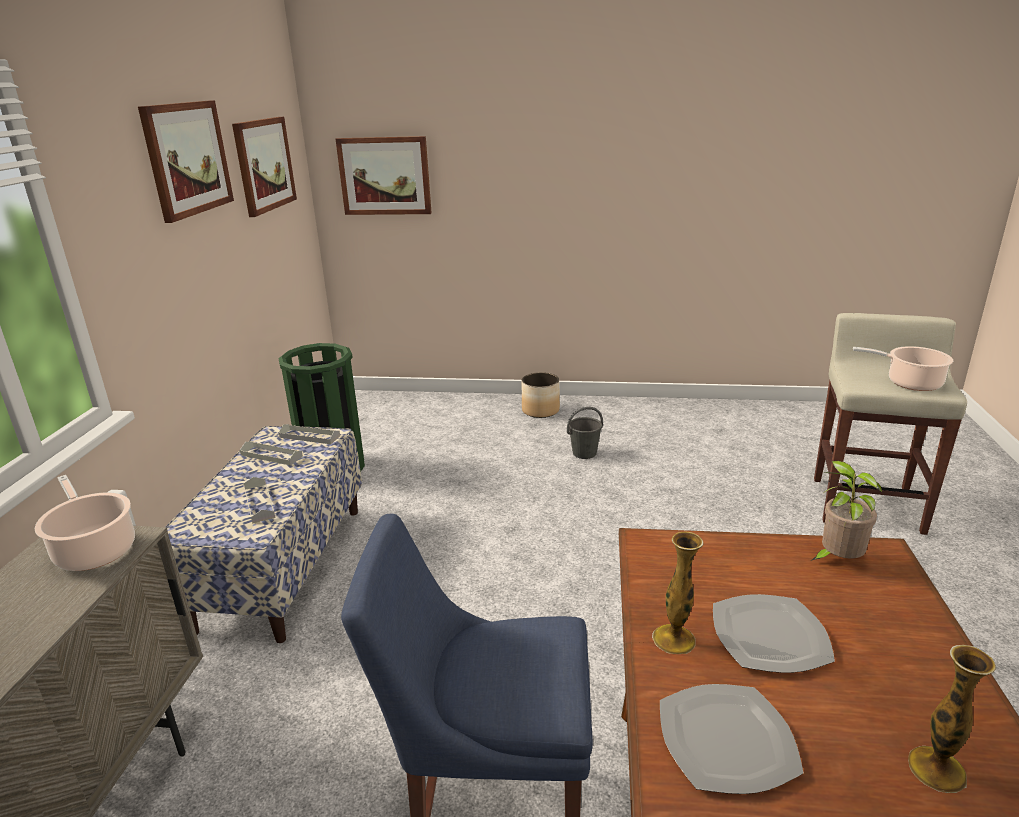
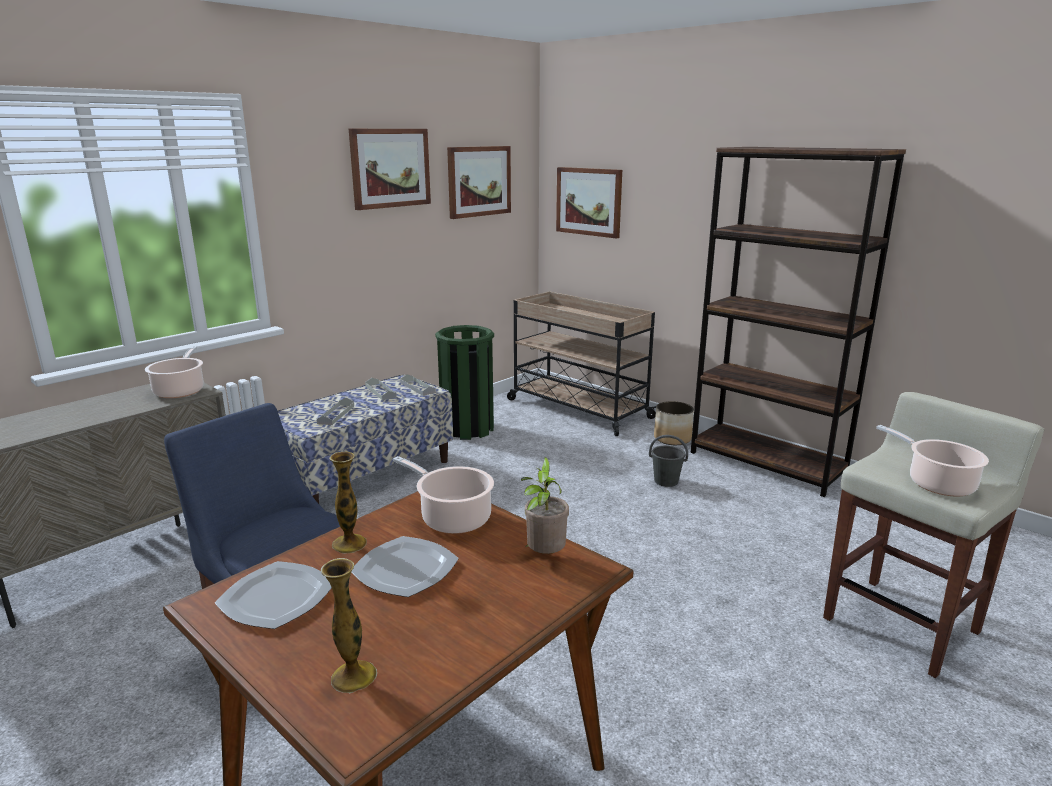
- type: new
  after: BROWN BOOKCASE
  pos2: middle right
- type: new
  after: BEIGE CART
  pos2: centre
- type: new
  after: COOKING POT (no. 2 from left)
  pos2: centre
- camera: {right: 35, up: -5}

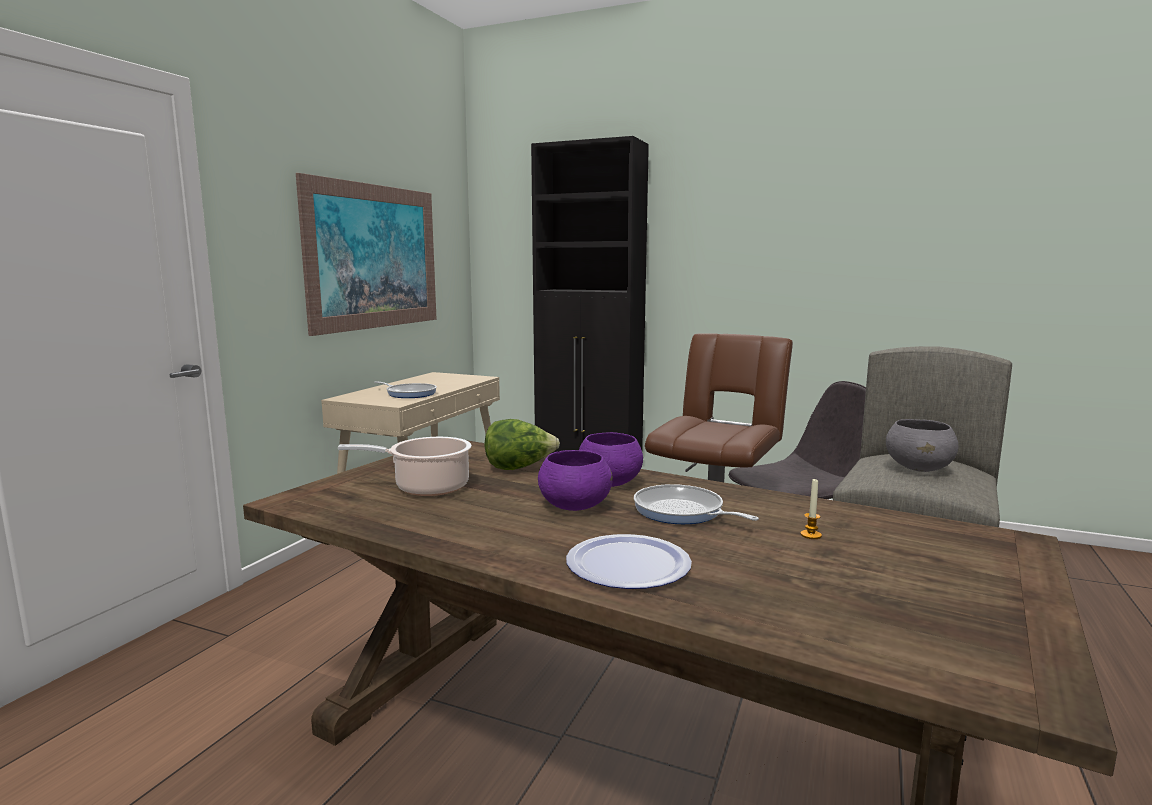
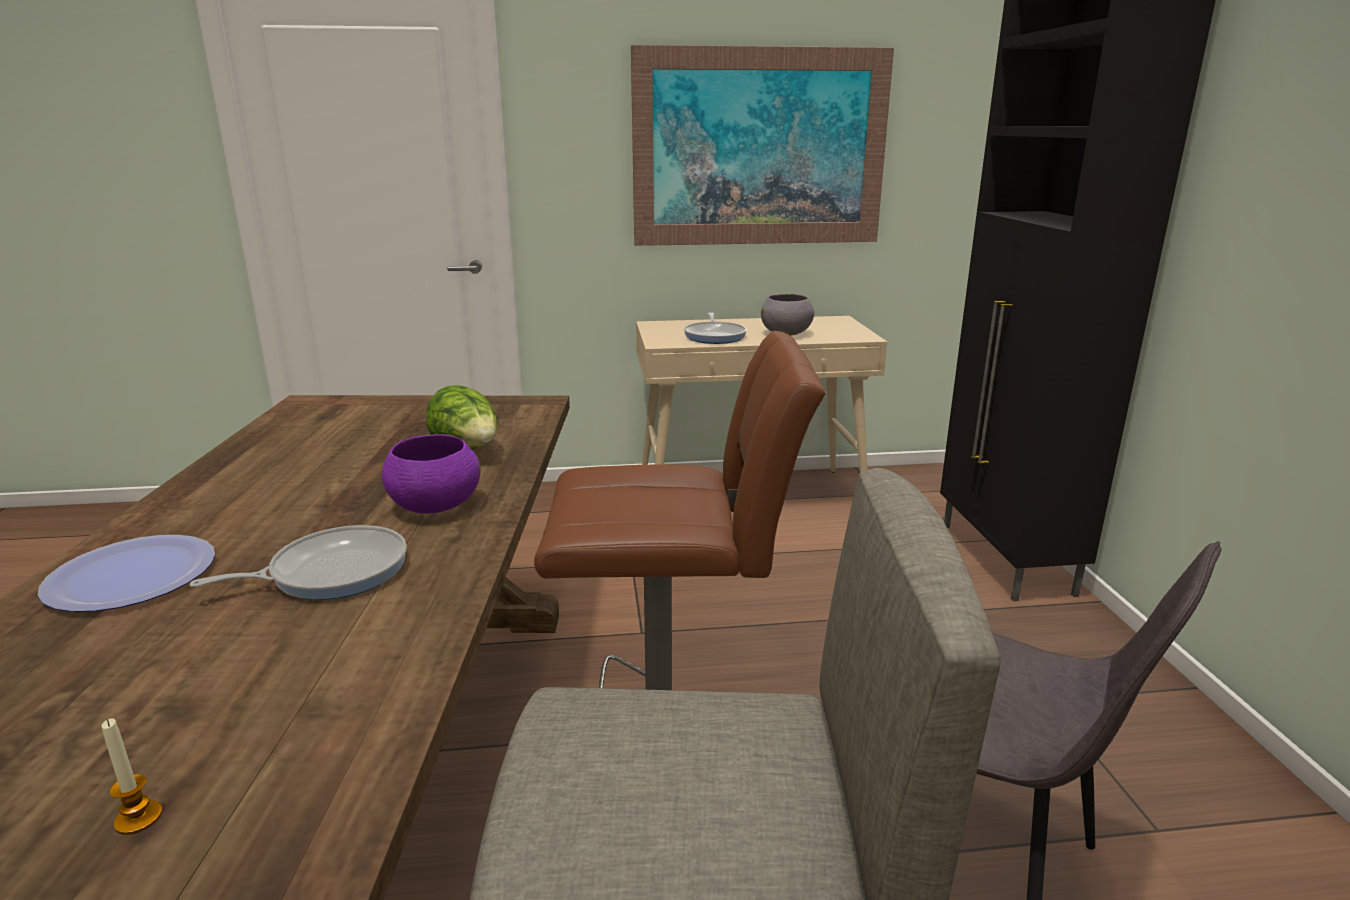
- type: shifted
  before: GREY BOWL
  pos1: middle right
  pos2: centre
- type: gone
  before: COOKING POT
  pos1: centre
- type: gone
  before: PURPLE BOWL (no. 1 from left)
  pos1: centre
- type: shifted
  before: CANDLE
  pos1: middle right
  pos2: bottom left
- type: rotated
  before: FRYING PAN (no. 2 from left in the first image)
  pos1: centre
  pos2: middle left
  turn: 45
- camera: {right: 60, up: 10}

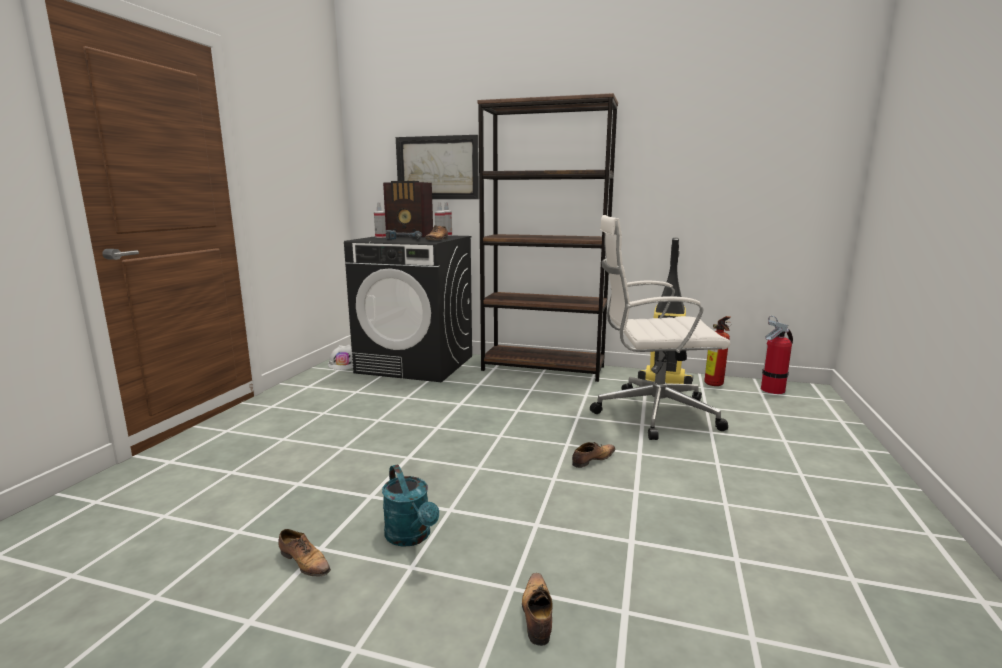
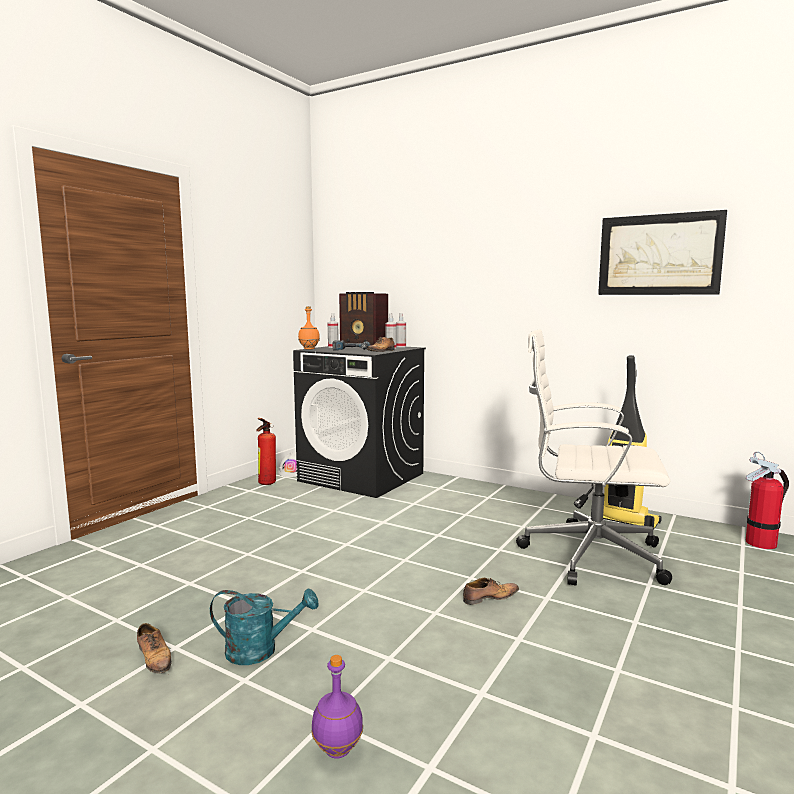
- type: gone
  before: BROWN BOOKCASE
  pos1: centre
- type: shifted
  before: PICTURE
  pos1: top centre
  pos2: top right
- type: shifted
  before: FIRE EXTINGUISHER (no. 1 from left)
  pos1: middle right
  pos2: centre
- type: rotated
  before: TURQUOISE WATERING CAN
  pos1: bottom centre
  pos2: bottom left
  turn: -75
- type: swapped
  before: SHOE (no. 3 from left)
  after: PURPLE BOTTLE
  pos1: bottom centre
  pos2: bottom centre
- type: new
  after: ORANGE BOTTLE
  pos2: centre
- camera: {right: 15, up: -5}

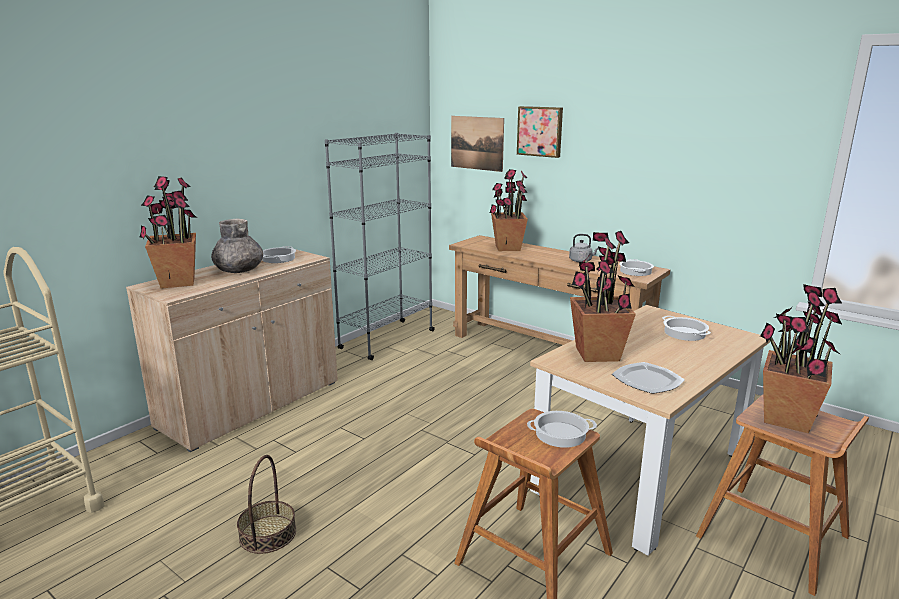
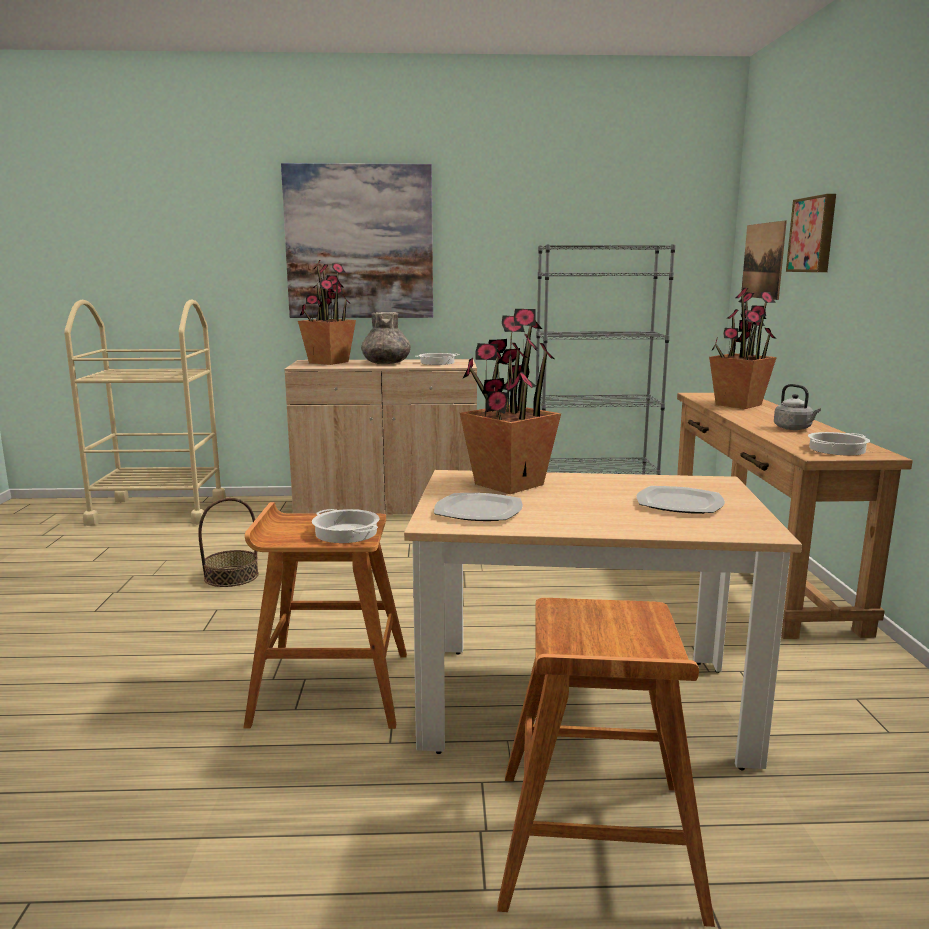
- type: gone
  before: POTTED PLANT (no. 4 from left)
  pos1: middle right
- type: swapped
  before: COOKING POT (no. 4 from left)
  after: PLATE (no. 2 from left)
  pos1: middle right
  pos2: middle right
- type: new
  after: PICTURE (no. 1 from left)
  pos2: top centre
- camera: {right: 50, up: -5}

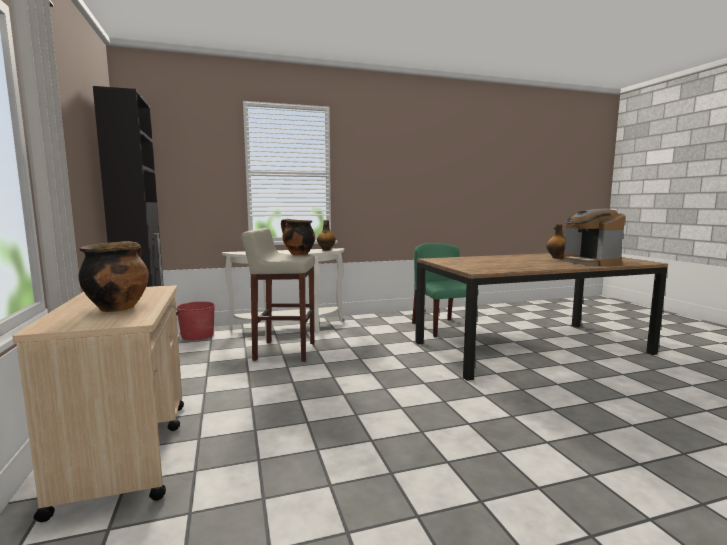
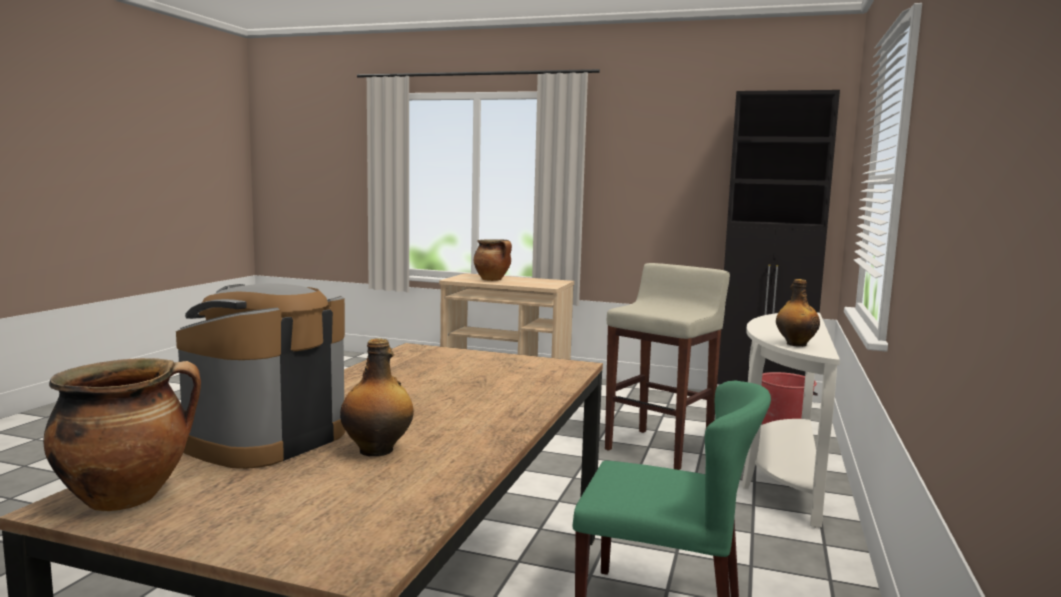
- type: rotated
  before: COFFEE MACHINE
  pos1: middle right
  pos2: middle left
  turn: -75
- type: shifted
  before: COOKING POT (no. 2 from left in the first image)
  after: COOKING POT (no. 1 from left)
  pos1: centre
  pos2: bottom left
- camera: {right: 125, up: 0}

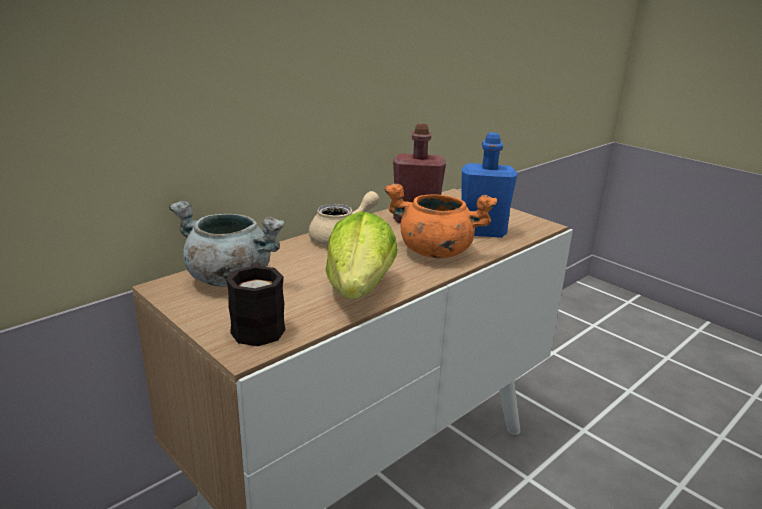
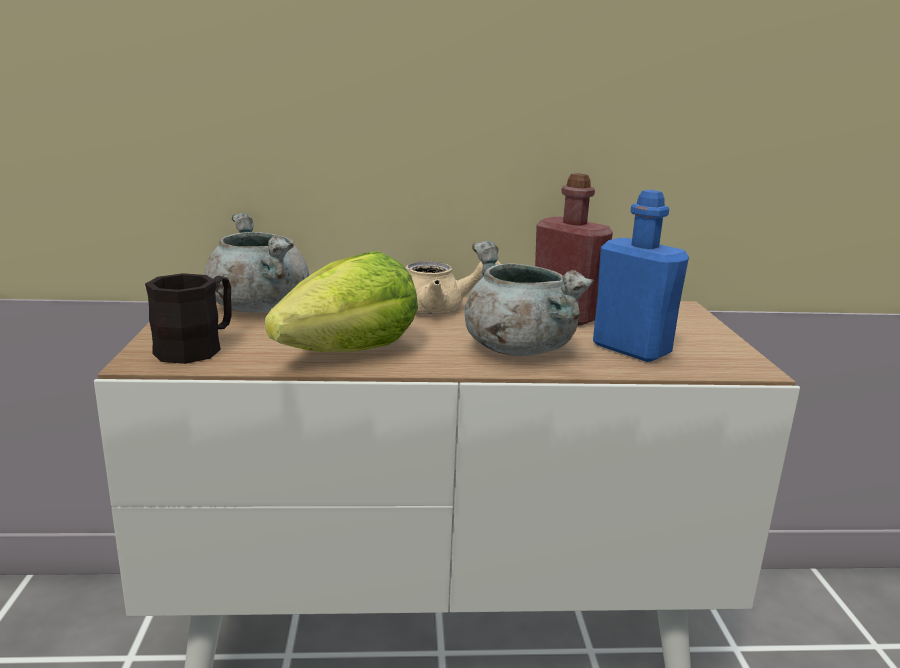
- type: repainted
  before: ORANGE COOKING POT
  after: GREY COOKING POT (no. 2 from left)
  pos1: centre
  pos2: centre
- camera: {right: 40, up: -5}

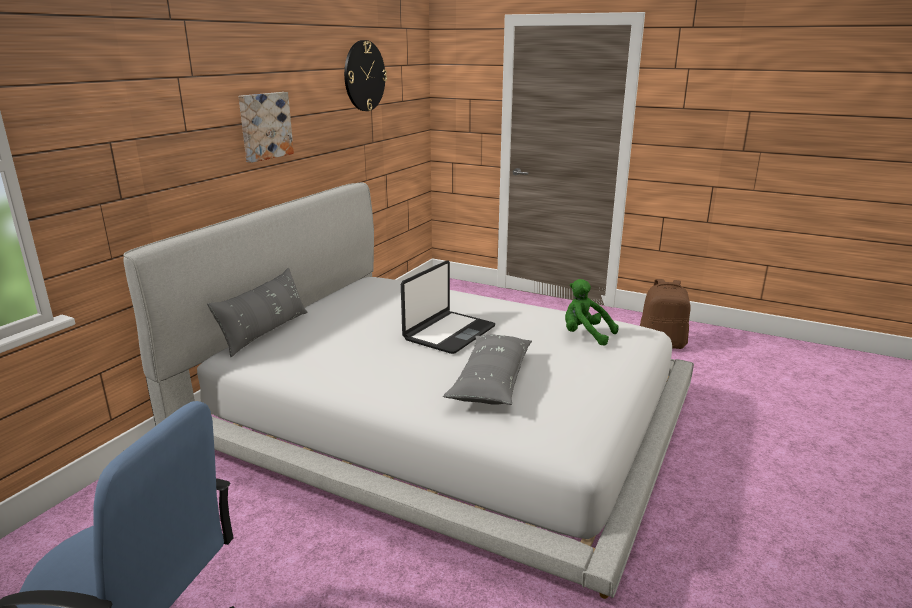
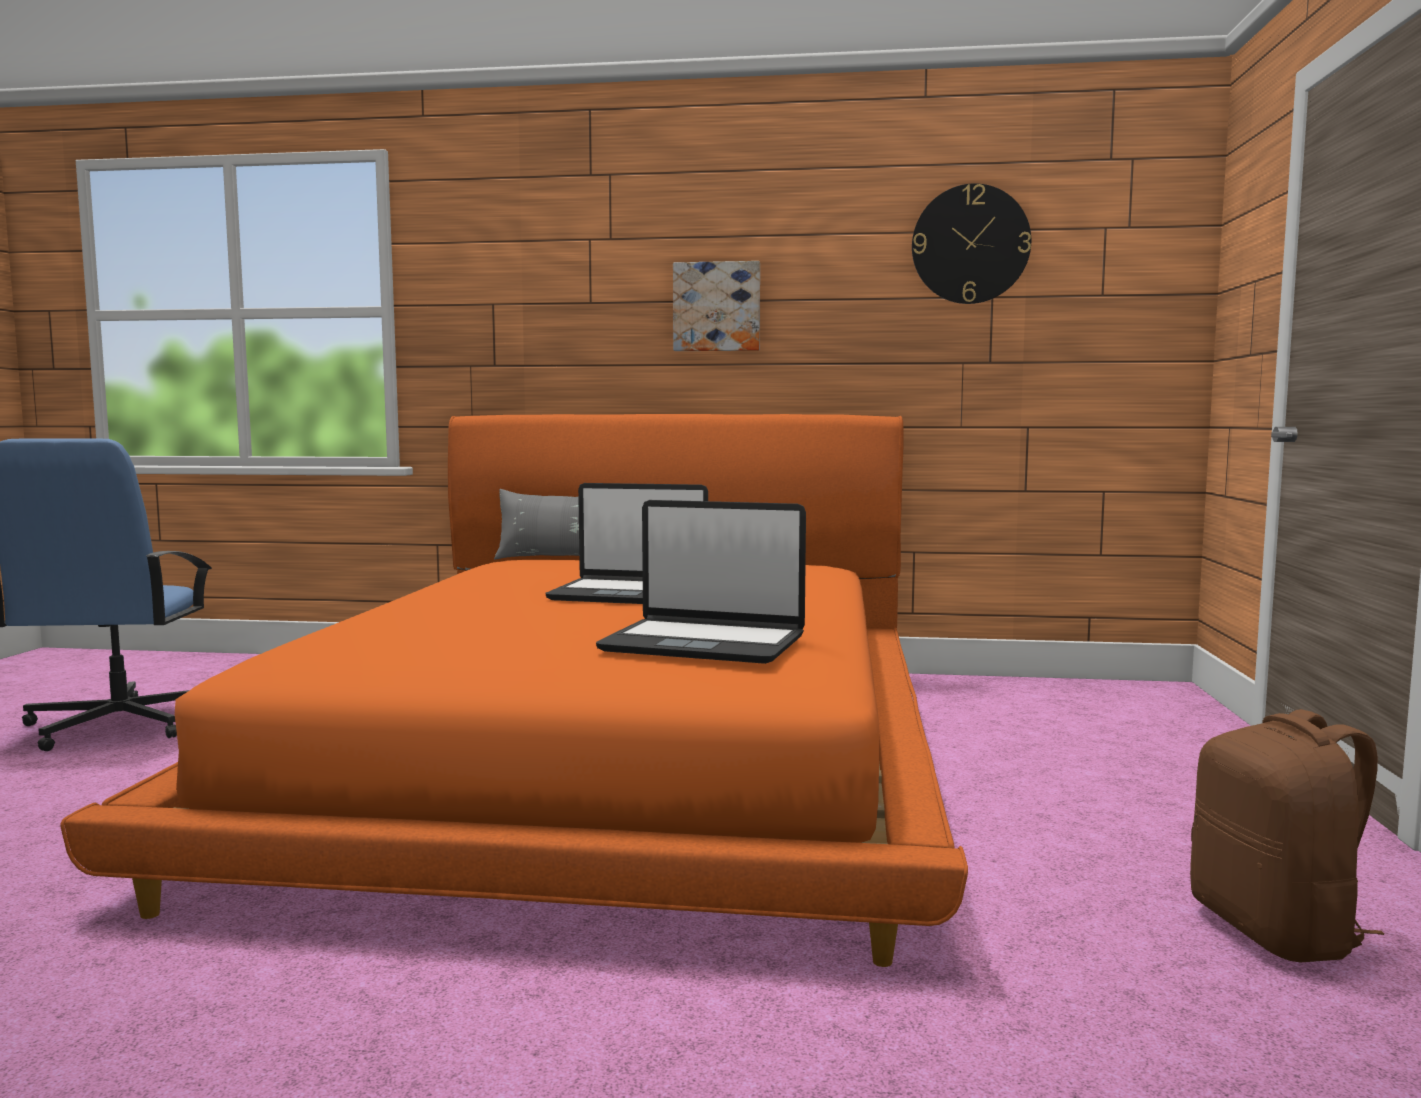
- type: repainted
  before: WHITE BED
  after: ORANGE BED
  pos1: centre
  pos2: centre
- type: swapped
  before: GREEN PLUSH TOY
  after: LAPTOP (no. 2 from left)
  pos1: centre
  pos2: centre
- type: gone
  before: GREY PILLOW (no. 2 from left)
  pos1: centre
- camera: {right: 70, up: -15}

